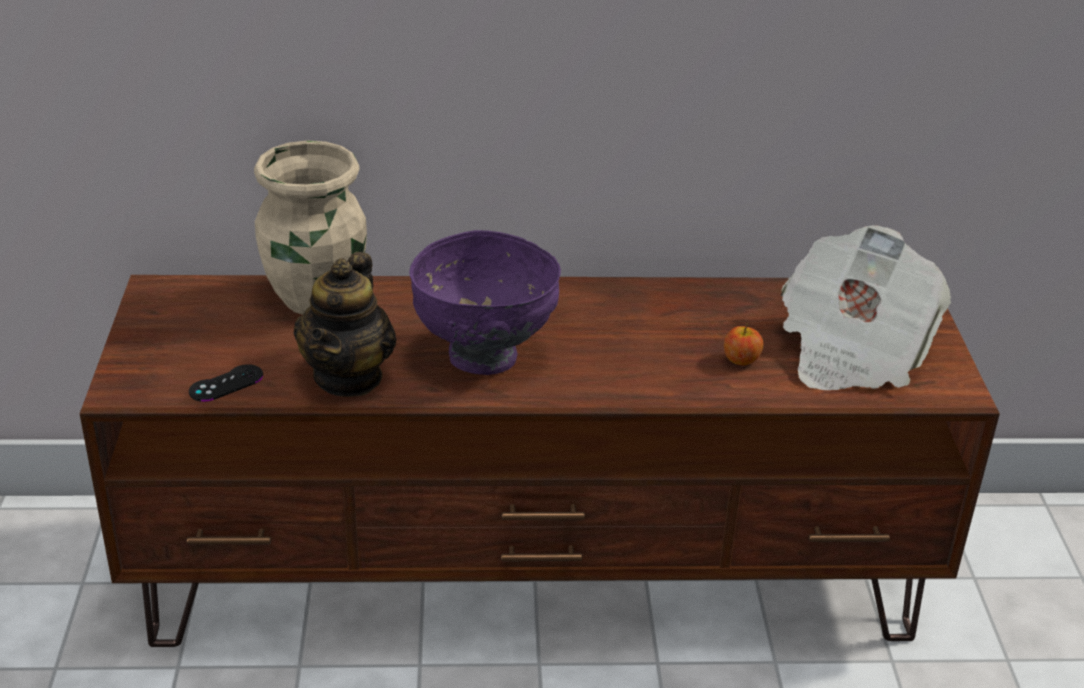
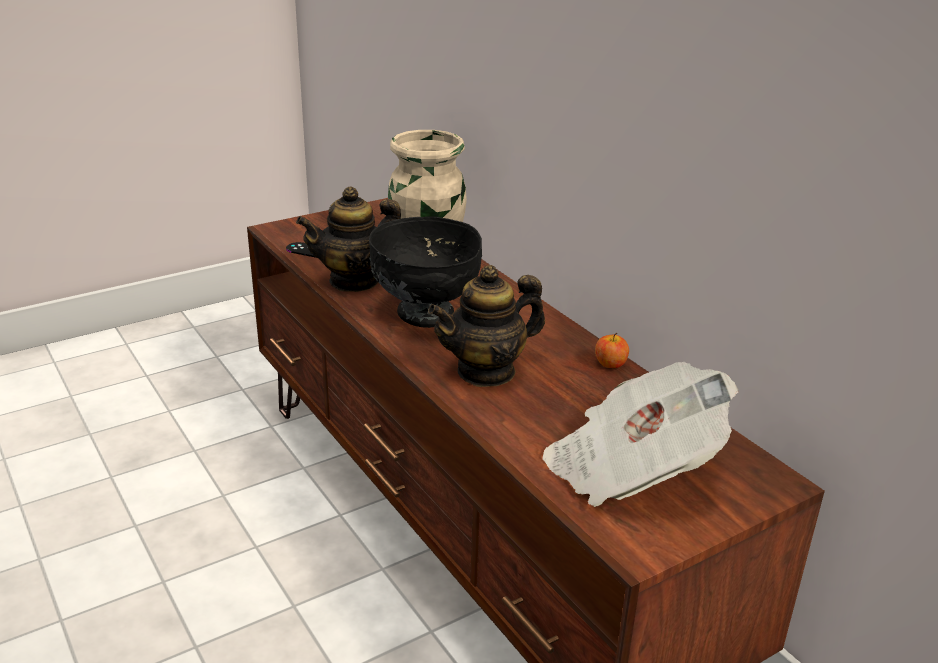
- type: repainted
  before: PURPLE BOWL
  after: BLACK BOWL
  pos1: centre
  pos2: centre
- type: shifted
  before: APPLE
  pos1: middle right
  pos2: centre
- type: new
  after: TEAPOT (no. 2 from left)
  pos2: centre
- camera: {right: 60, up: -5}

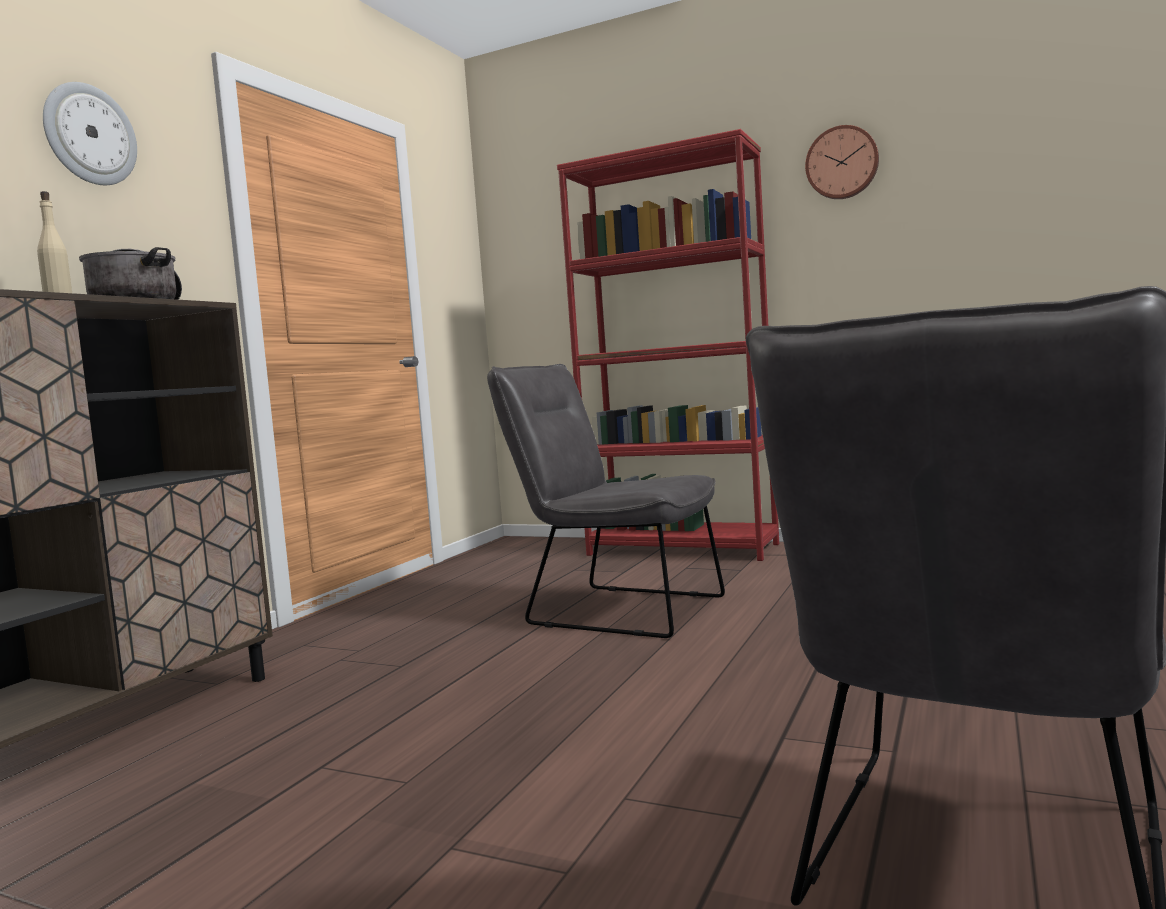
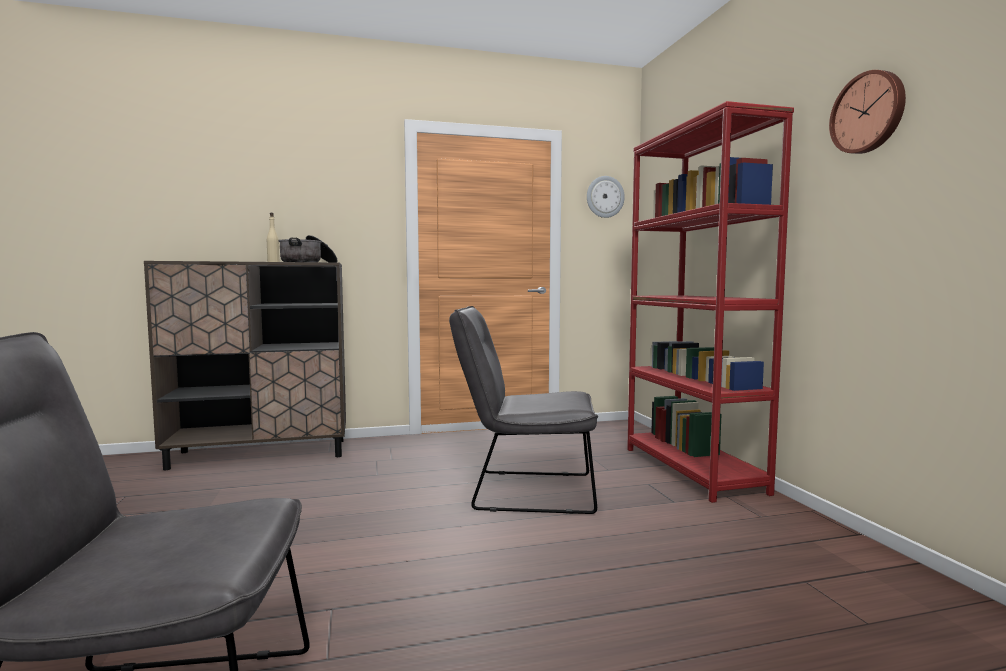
- type: shifted
  before: WALL CLOCK (no. 1 from left)
  pos1: top left
  pos2: top centre
- type: rotated
  before: GREY CHAIR (no. 1 from left in the first image)
  pos1: centre
  pos2: centre
  turn: -75
- camera: {right: 50, up: 0}

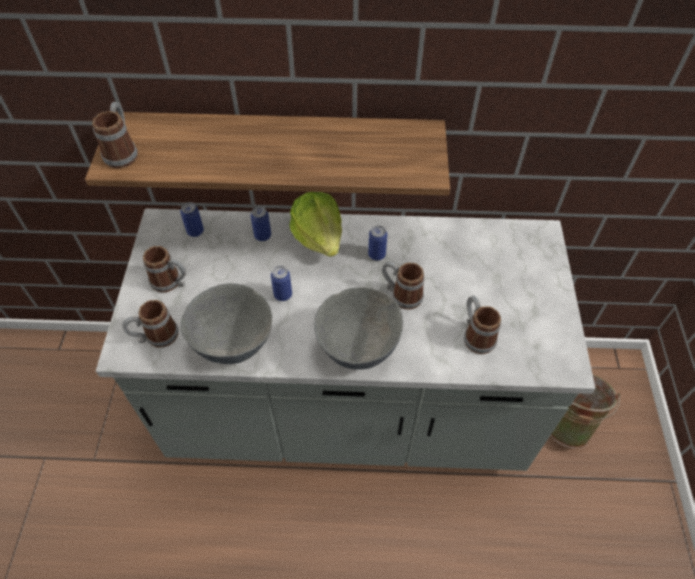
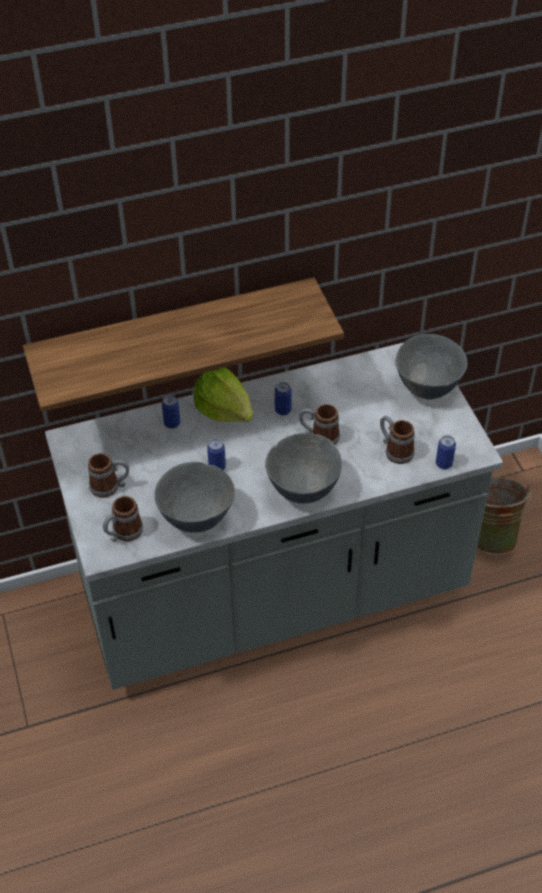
- type: gone
  before: MUG (no. 1 from left)
  pos1: top left
- type: shifted
  before: CAN (no. 1 from left in the first image)
  after: CAN (no. 4 from left)
  pos1: middle left
  pos2: middle right
- type: new
  after: GREY BOWL (no. 3 from left)
  pos2: middle right
- camera: {right: -20, up: -5}

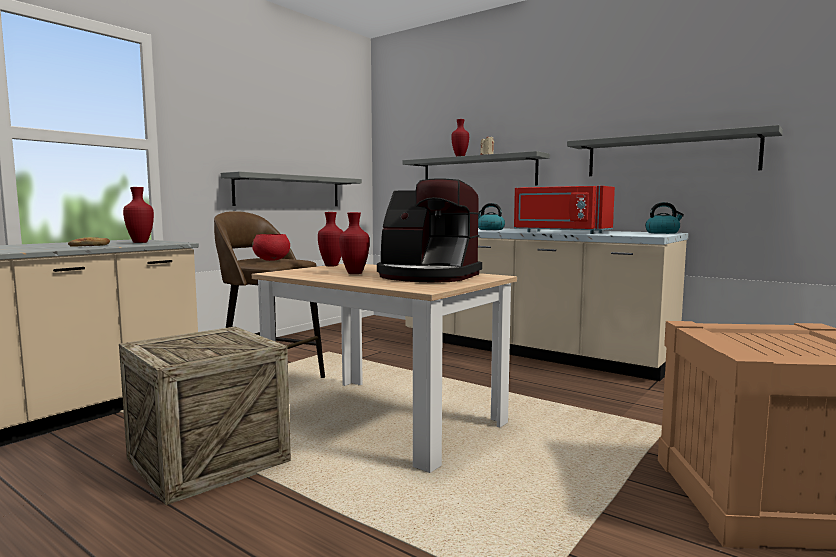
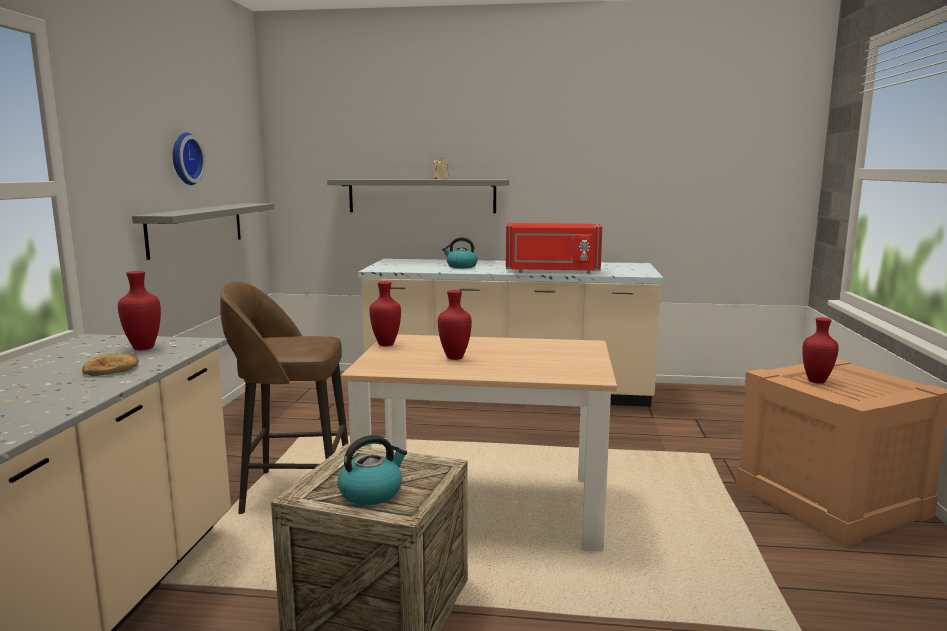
- type: shifted
  before: RED VASE (no. 4 from left)
  pos1: top centre
  pos2: middle right
- type: gone
  before: GREY SHELF (no. 3 from left)
  pos1: top right
- type: gone
  before: COFFEE MACHINE
  pos1: centre
- type: shifted
  before: KETTLE (no. 2 from left in the first image)
  after: KETTLE (no. 1 from left)
  pos1: middle right
  pos2: bottom centre
- type: gone
  before: RED BOWL
  pos1: middle left
- type: new
  after: WALL CLOCK
  pos2: top left
- camera: {right: -30, up: 5}

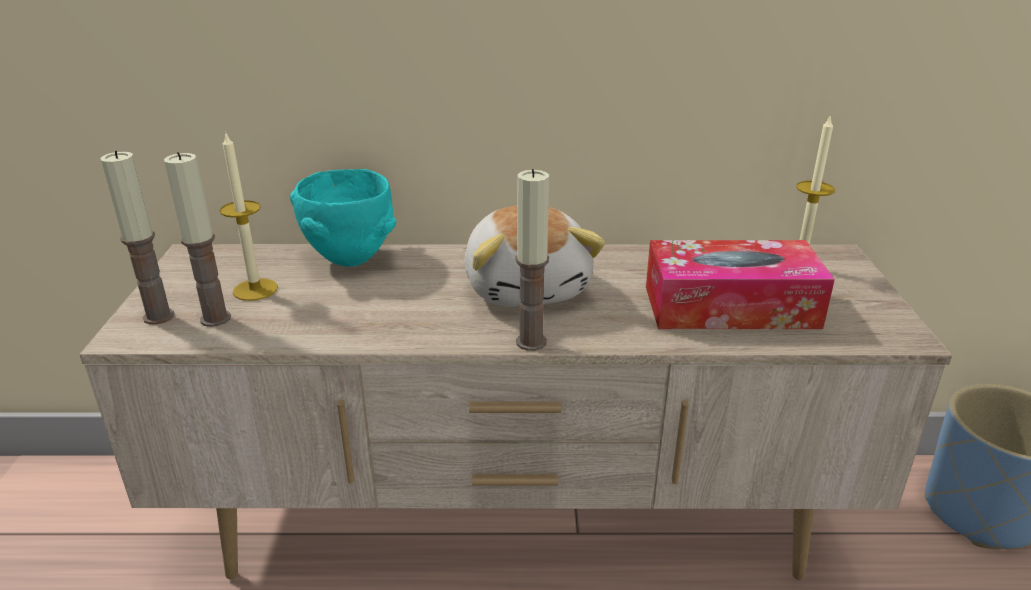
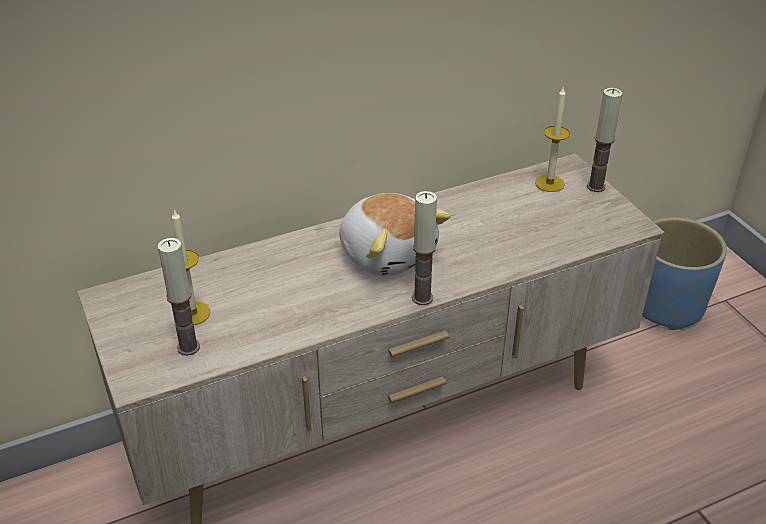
- type: shifted
  before: CANDLE (no. 1 from left in the first image)
  after: CANDLE (no. 5 from left)
  pos1: middle left
  pos2: top right
- type: gone
  before: TURQUOISE BOWL
  pos1: middle left
- type: gone
  before: TISSUE BOX
  pos1: middle right
- camera: {right: -25, up: 10}

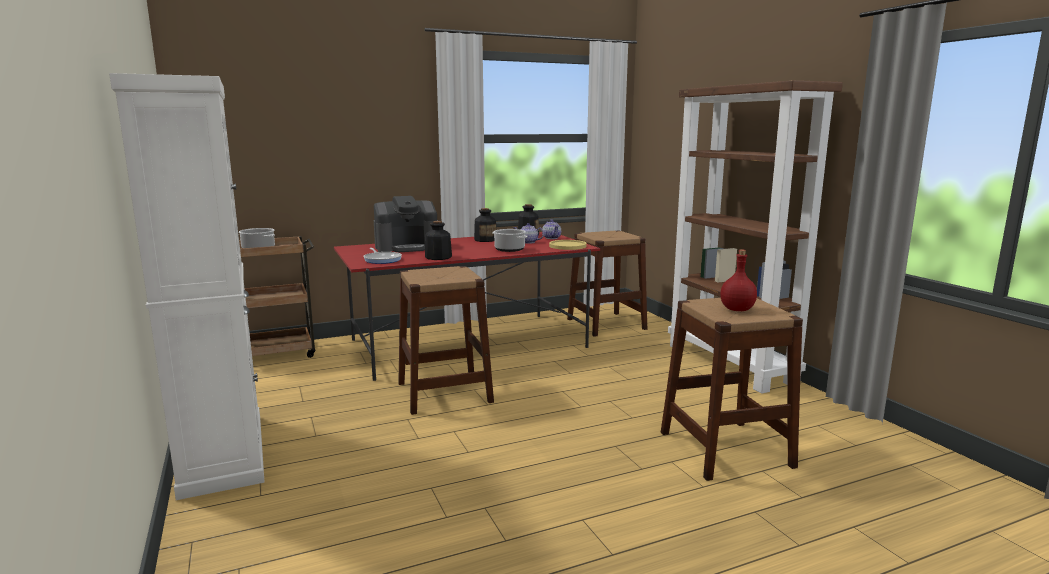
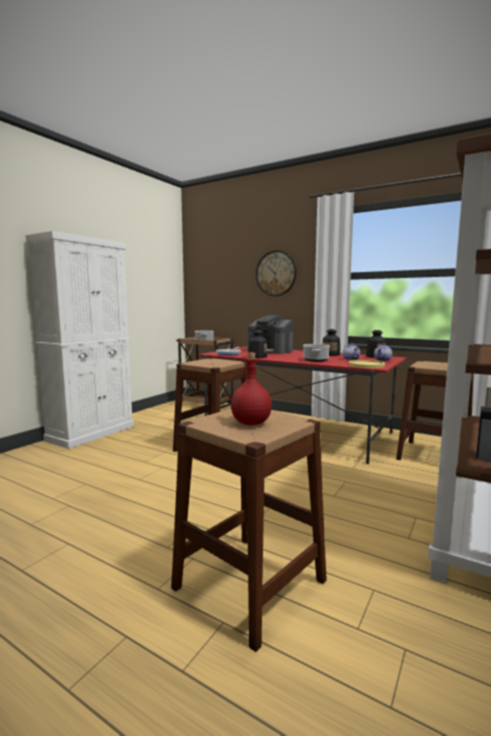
- type: new
  after: WALL CLOCK
  pos2: centre
- camera: {right: 55, up: -5}

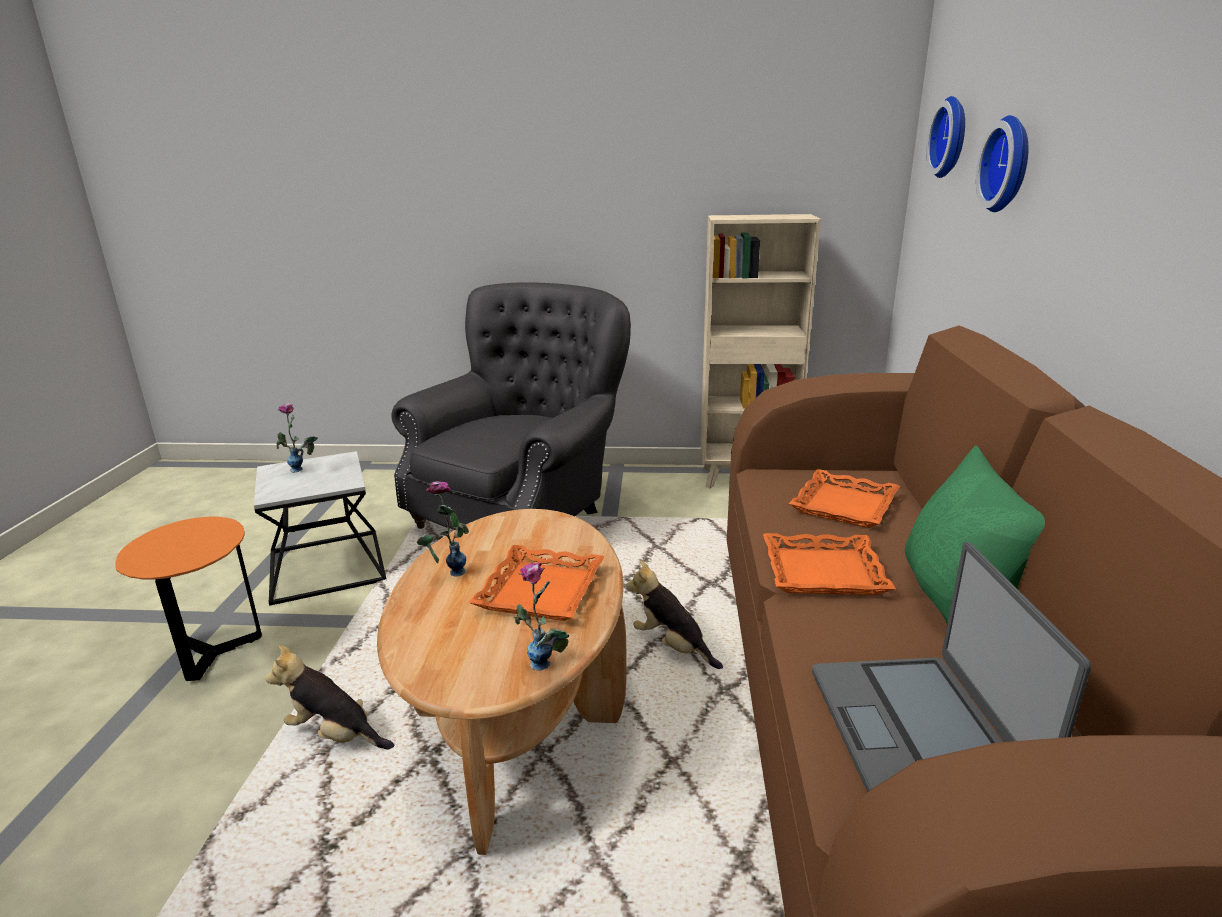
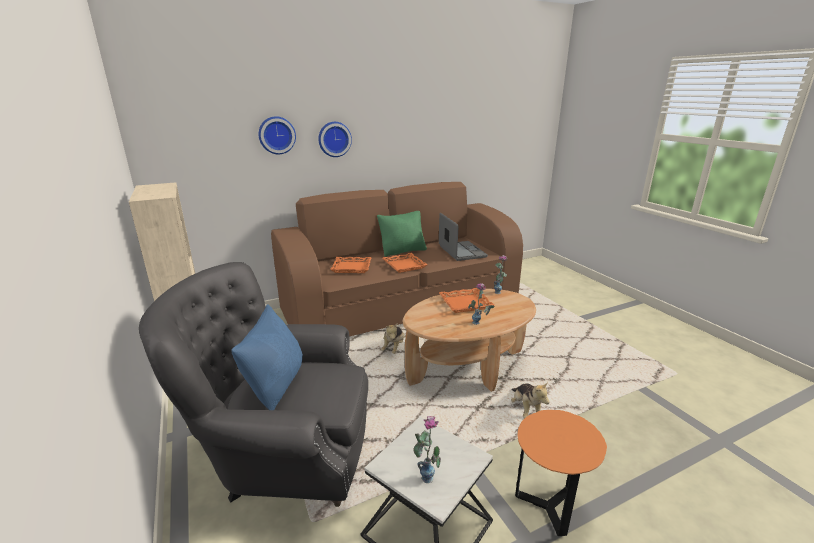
- type: shifted
  before: WALL CLOCK (no. 1 from left in the first image)
  after: WALL CLOCK (no. 2 from left)
  pos1: top right
  pos2: top centre
- type: rotated
  before: LAPTOP
  pos1: bottom right
  pos2: centre
  turn: -75
- type: new
  after: BLUE PILLOW
  pos2: middle left
- camera: {right: -120, up: 0}

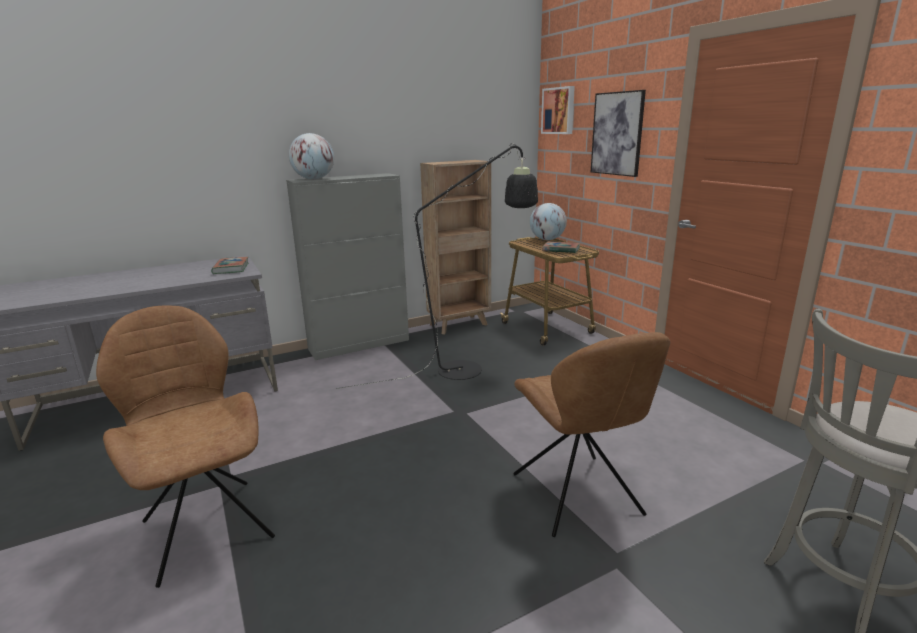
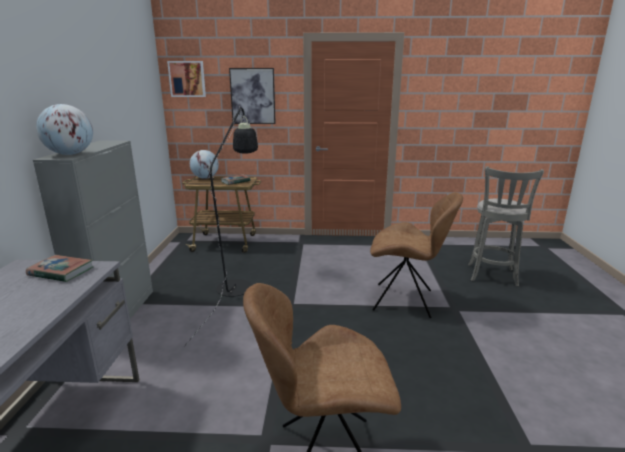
- type: gone
  before: BROWN BOOKCASE
  pos1: centre
- camera: {right: -60, up: 0}

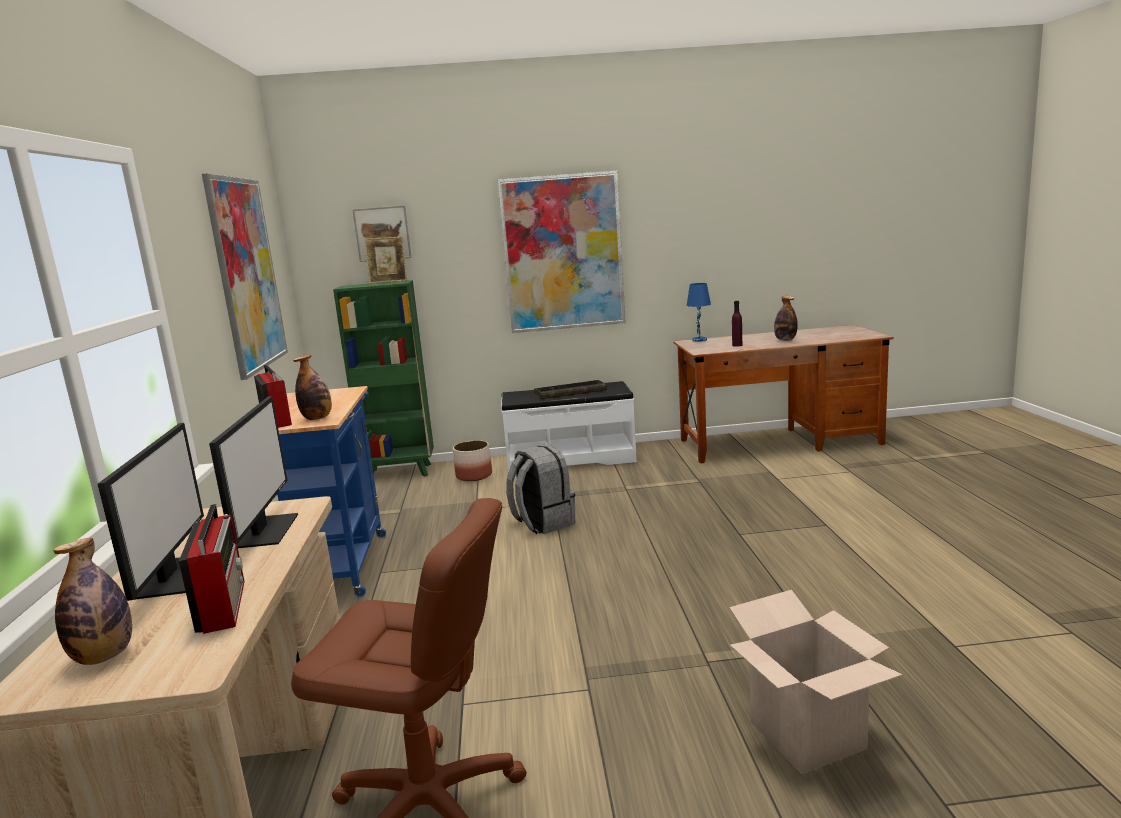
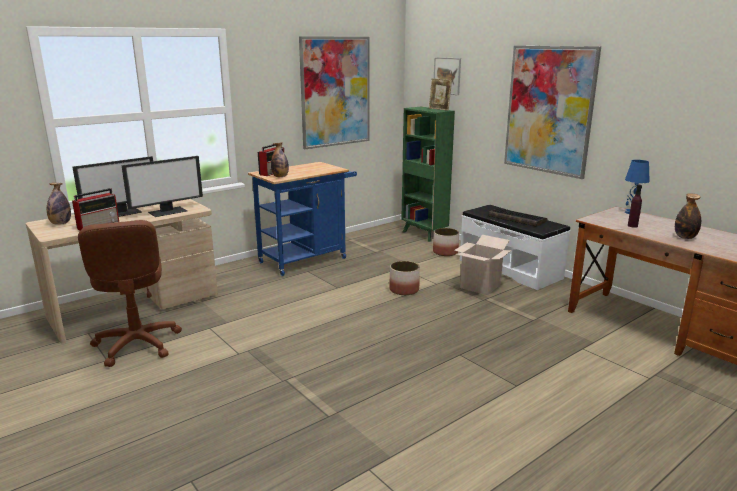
- type: swapped
  before: GREY BACKPACK
  after: PLANTER (no. 1 from left)
  pos1: centre
  pos2: centre
- type: shifted
  before: CARDBOARD BOX
  pos1: bottom right
  pos2: centre
- camera: {right: 55, up: 5}

